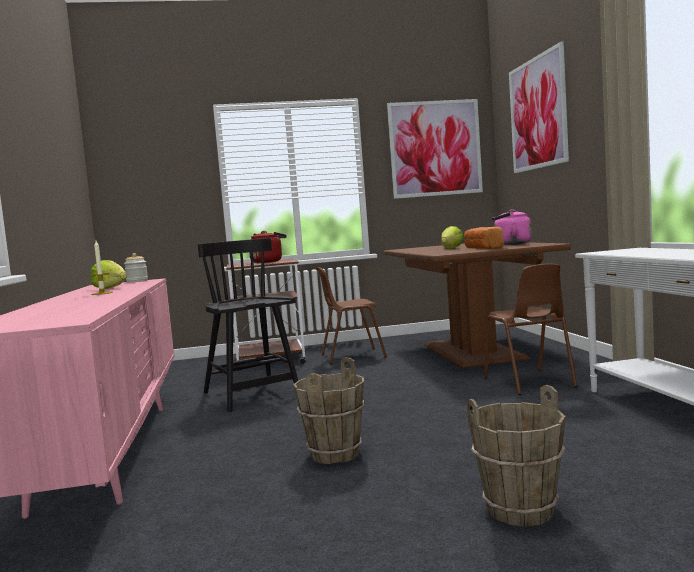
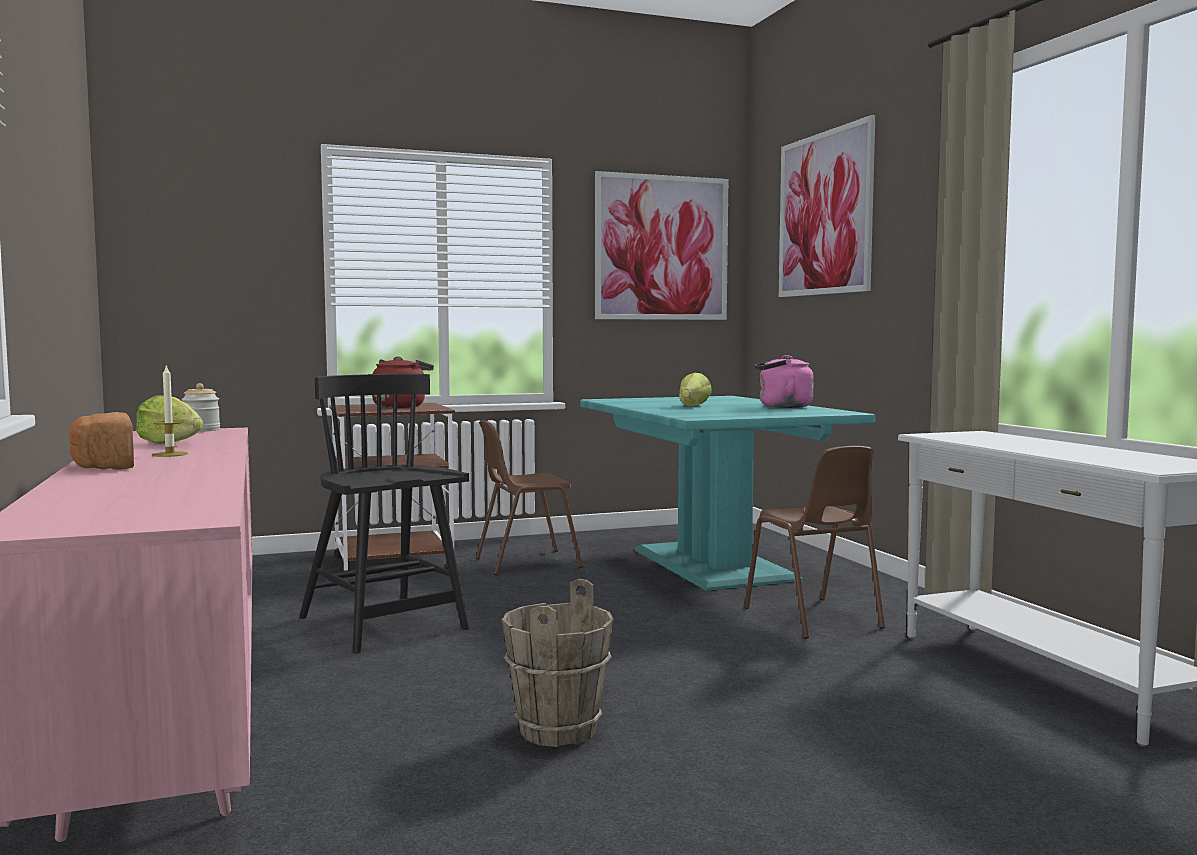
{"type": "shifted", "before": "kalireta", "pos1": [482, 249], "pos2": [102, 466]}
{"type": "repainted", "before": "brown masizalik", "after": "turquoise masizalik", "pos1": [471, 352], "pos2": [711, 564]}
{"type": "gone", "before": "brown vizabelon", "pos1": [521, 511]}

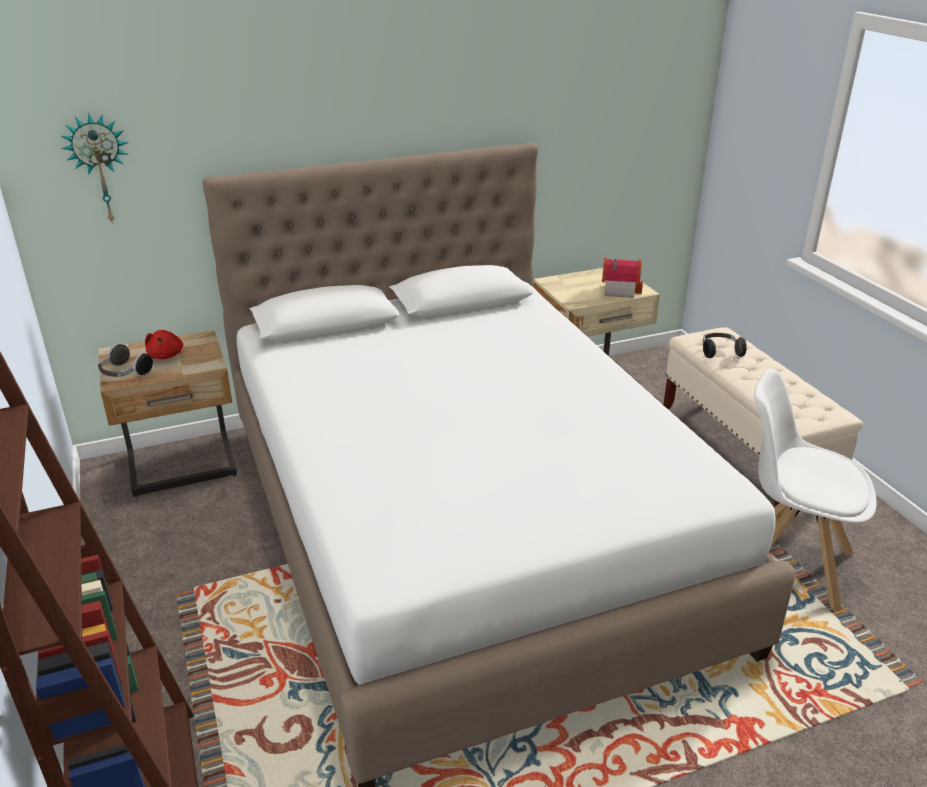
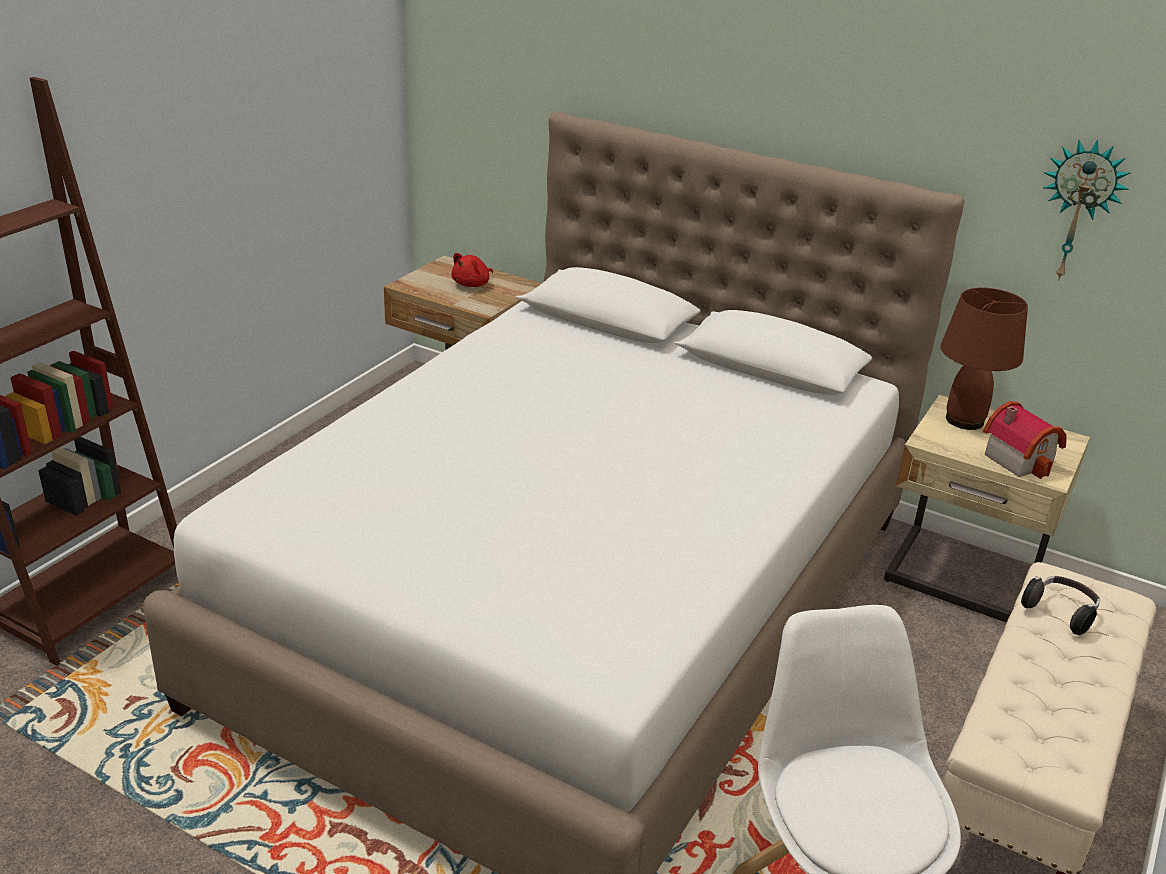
{"type": "new", "after": "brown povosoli", "pos2": [965, 420]}
{"type": "shifted", "before": "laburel", "pos1": [100, 169], "pos2": [1078, 210]}
{"type": "gone", "before": "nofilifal", "pos1": [124, 374]}

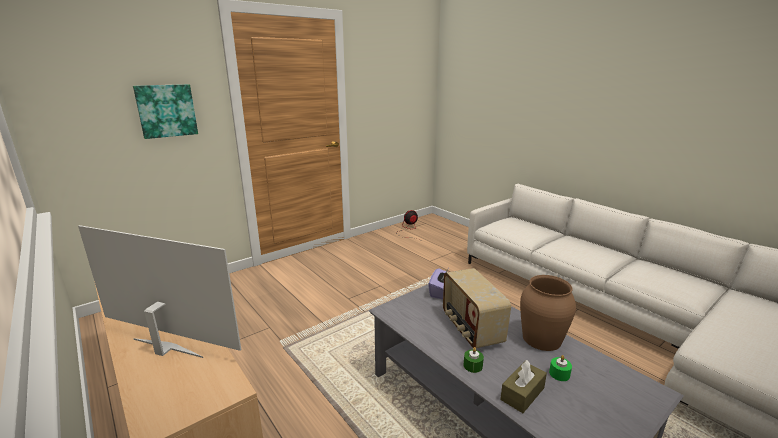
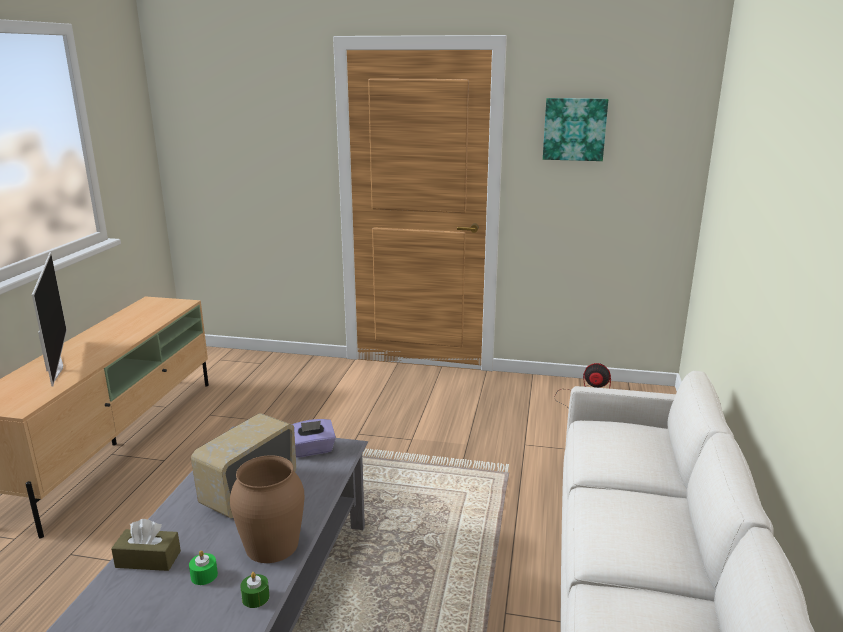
{"type": "shifted", "before": "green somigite", "pos1": [473, 366], "pos2": [255, 597]}
{"type": "shifted", "before": "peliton", "pos1": [166, 110], "pos2": [574, 129]}

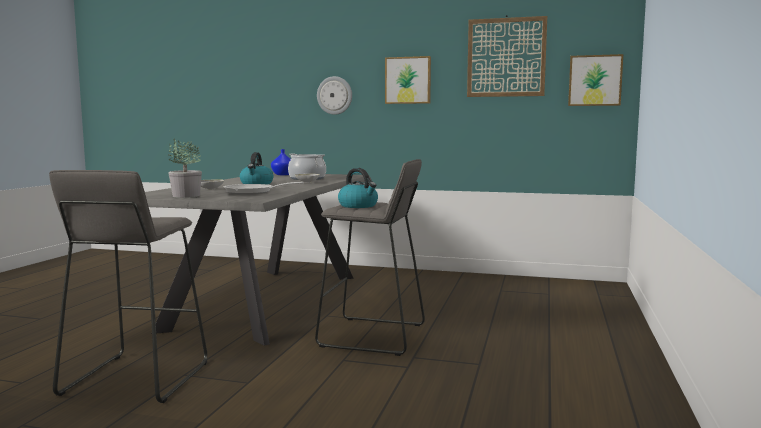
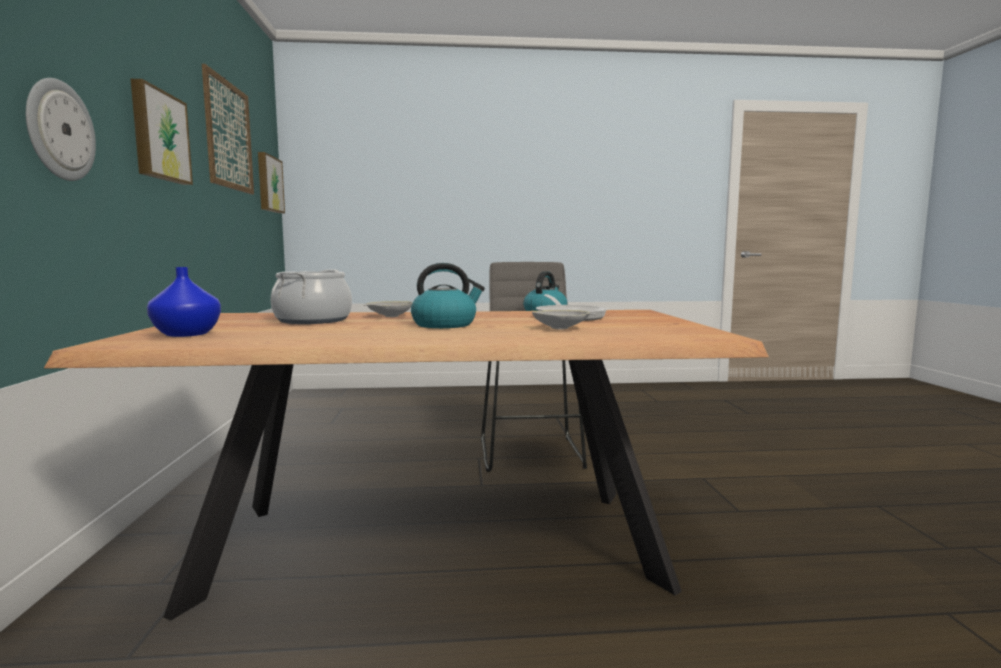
{"type": "repainted", "before": "grey masizalik", "after": "brown masizalik", "pos1": [267, 301], "pos2": [436, 543]}
{"type": "gone", "before": "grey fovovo", "pos1": [135, 378]}
{"type": "gone", "before": "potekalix", "pos1": [185, 196]}

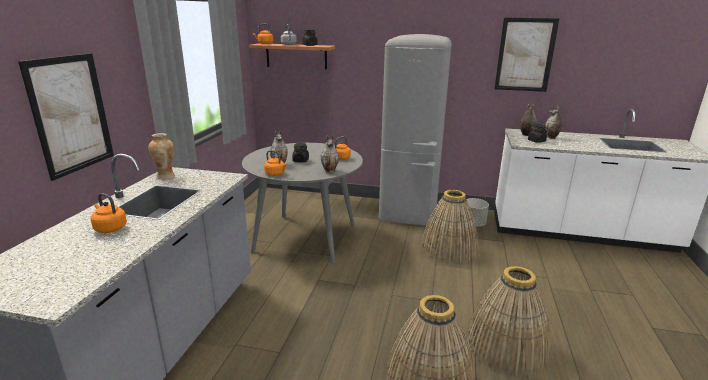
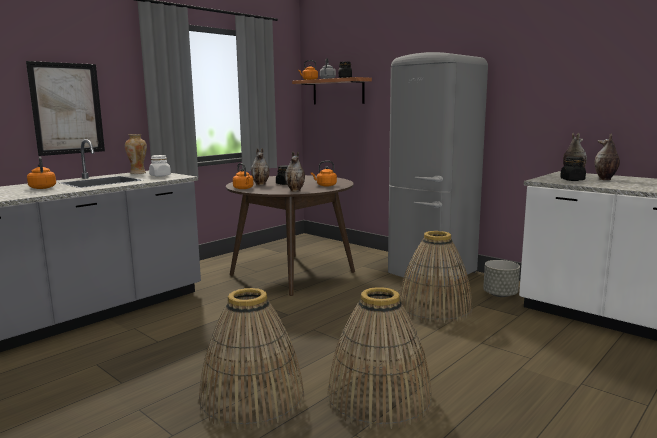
{"type": "new", "after": "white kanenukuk", "pos2": [160, 175]}
{"type": "repainted", "before": "grey masizalik", "after": "brown masizalik", "pos1": [305, 238], "pos2": [292, 274]}
{"type": "gone", "before": "peliton", "pos1": [525, 55]}

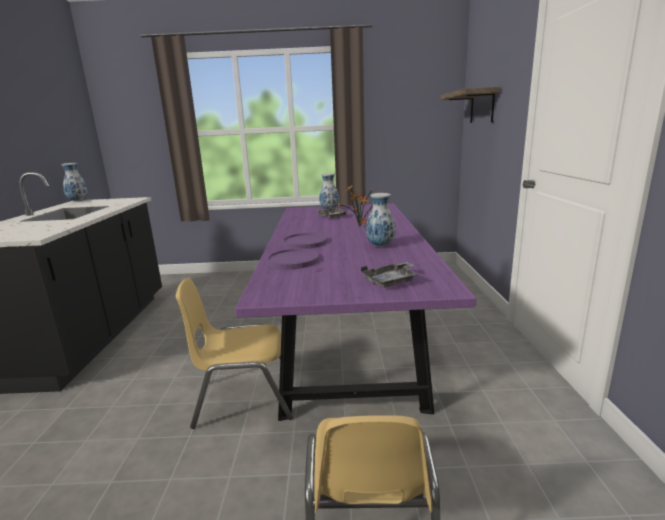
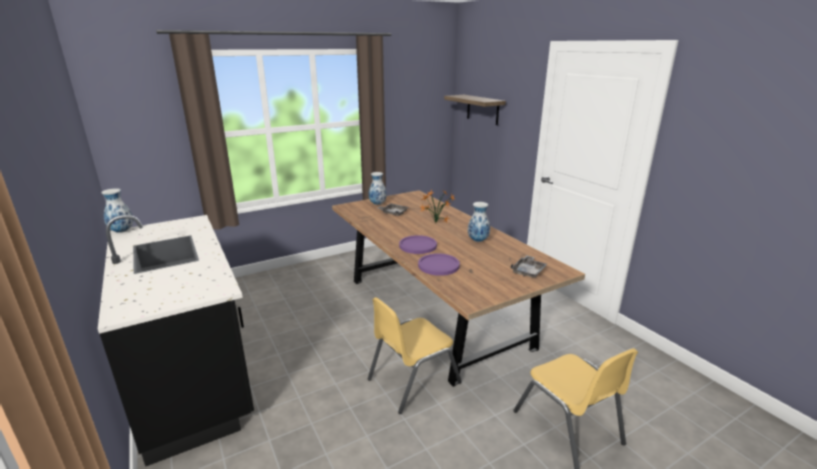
{"type": "repainted", "before": "purple masizalik", "after": "brown masizalik", "pos1": [348, 336], "pos2": [434, 311]}

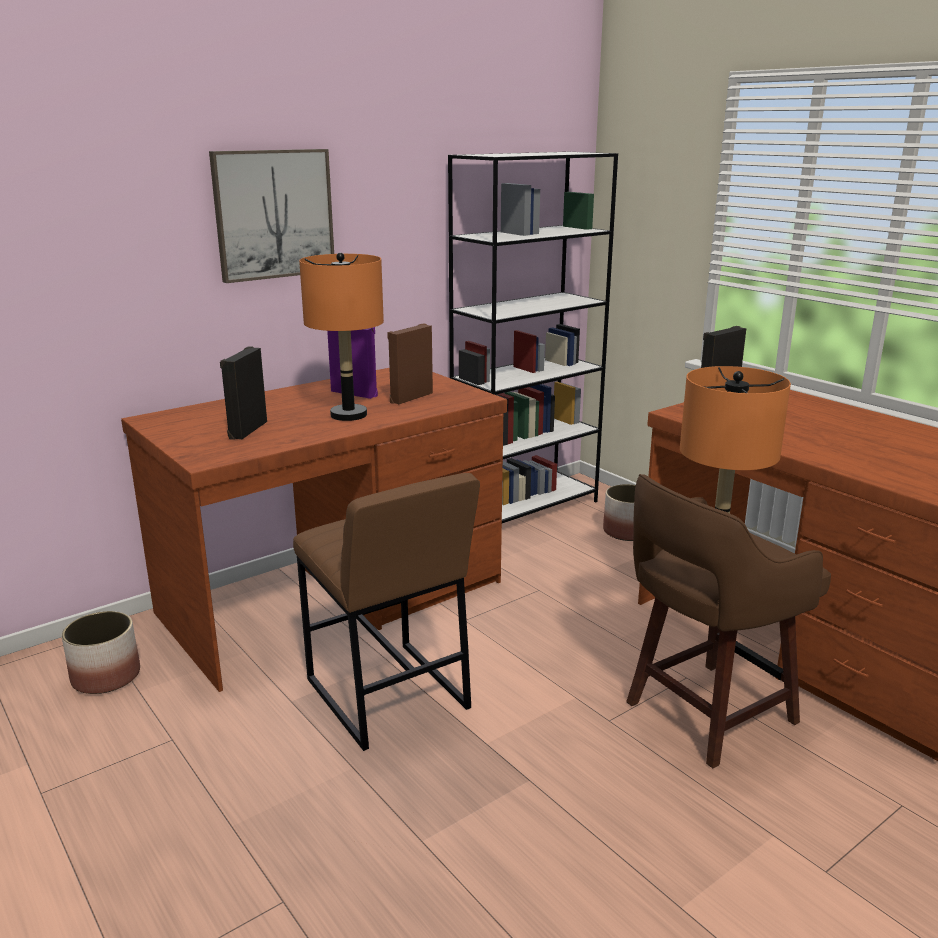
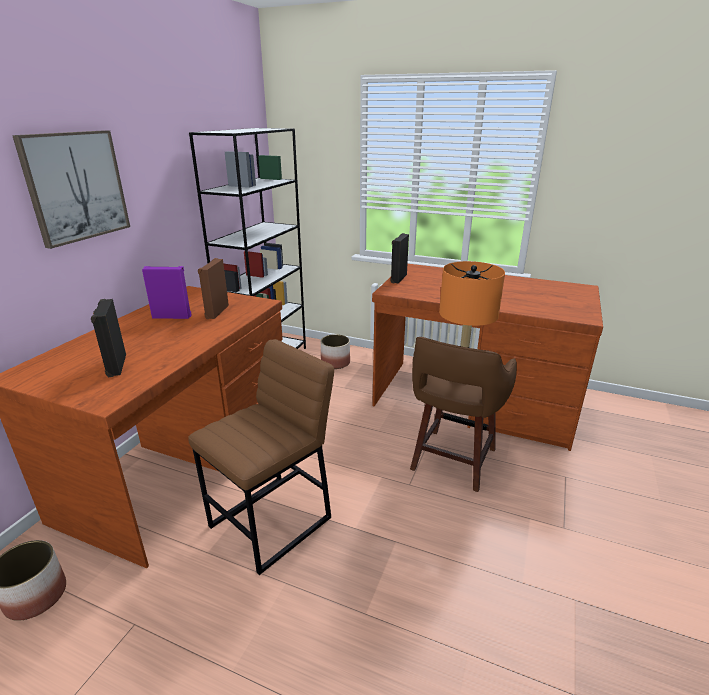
{"type": "rotated", "before": "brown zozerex", "pos1": [389, 696], "pos2": [273, 520], "turn": -75}
{"type": "gone", "before": "orange povosoli", "pos1": [348, 415]}

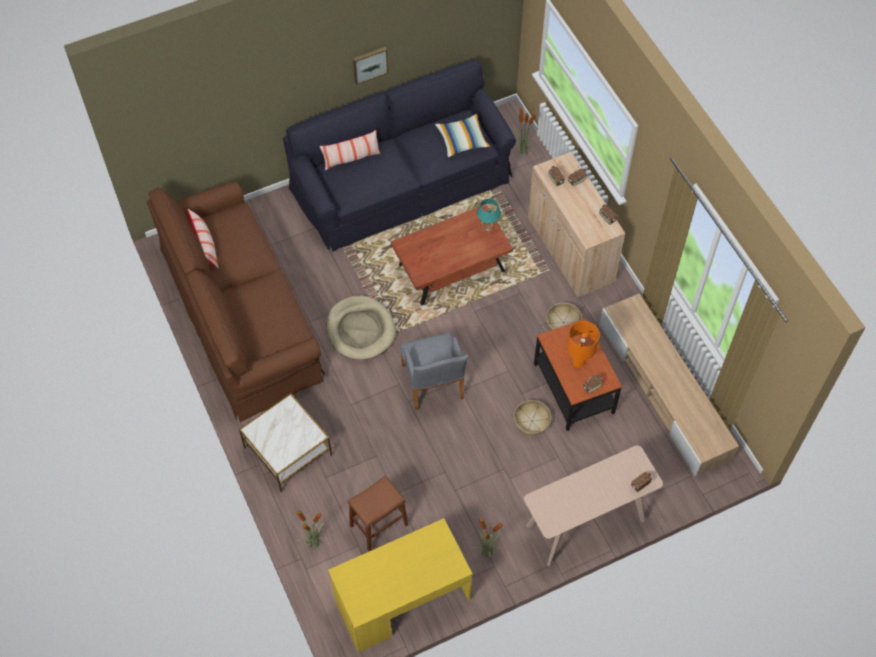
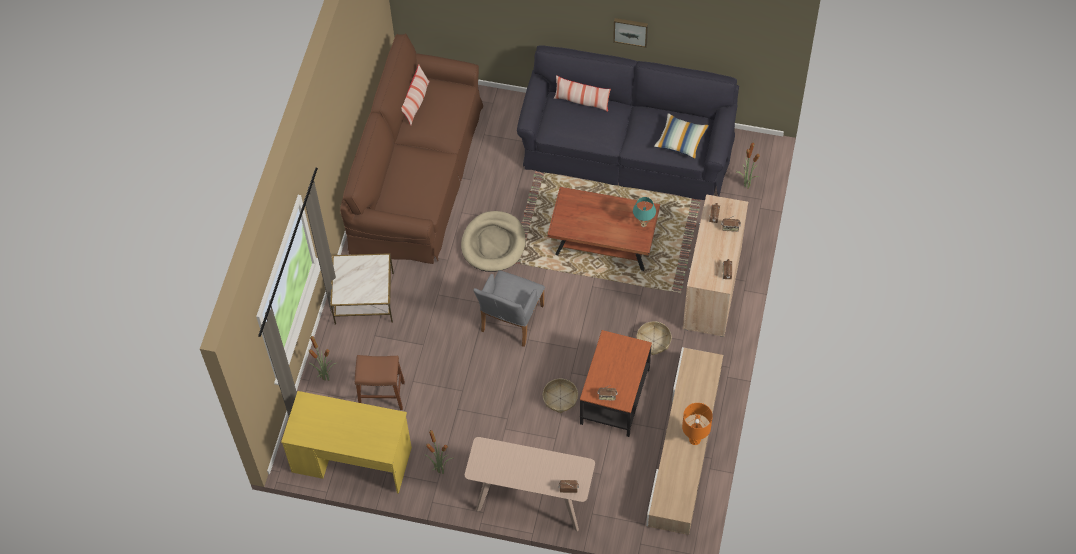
{"type": "shifted", "before": "orange povosoli", "pos1": [578, 362], "pos2": [694, 439]}

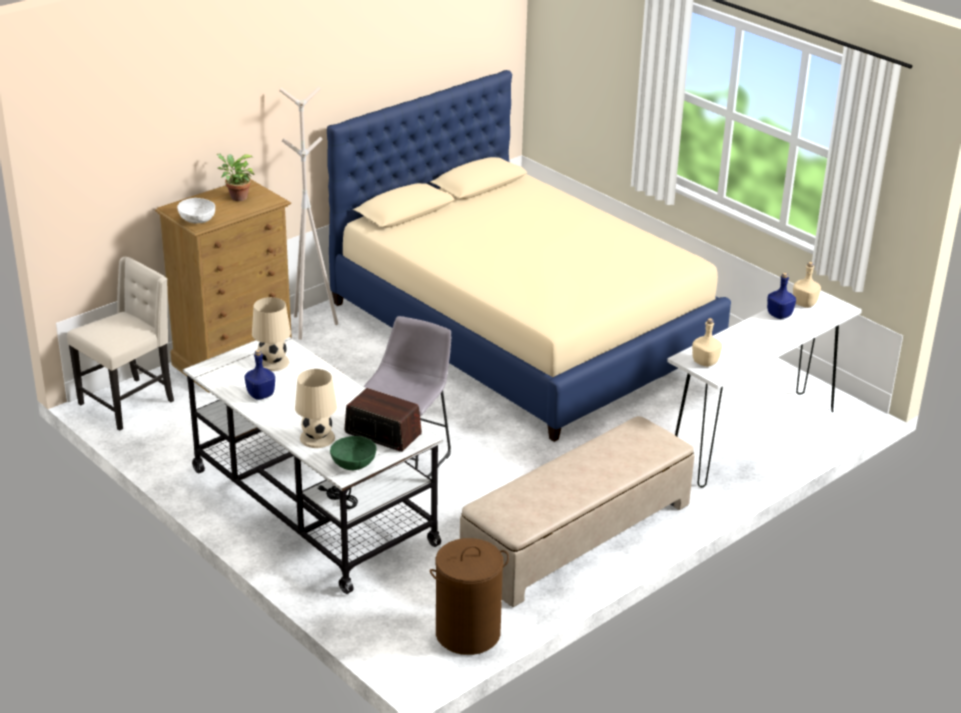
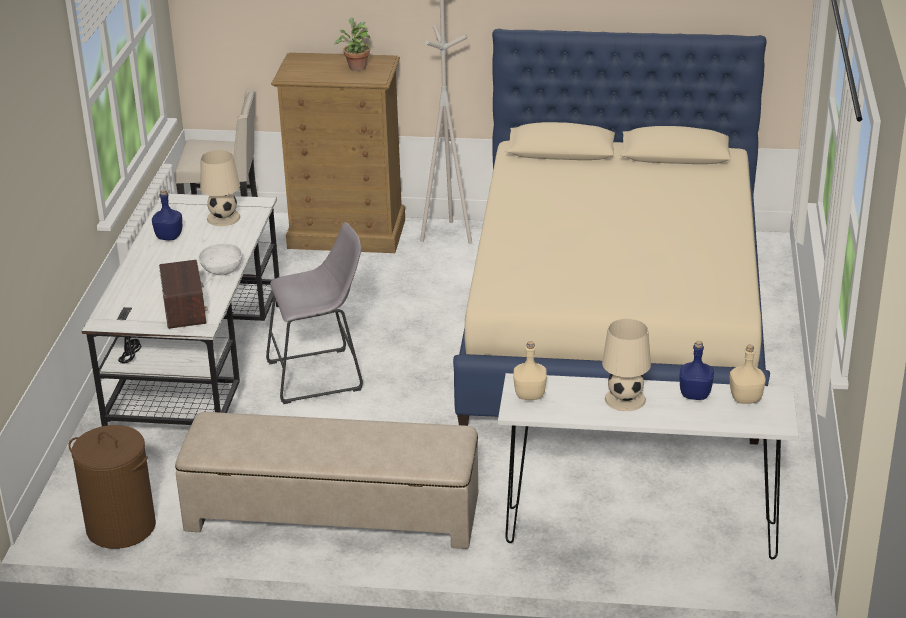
{"type": "shifted", "before": "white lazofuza", "pos1": [197, 219], "pos2": [222, 269]}
{"type": "shifted", "before": "beige povosoli", "pos1": [317, 438], "pos2": [624, 399]}
{"type": "gone", "before": "green lazofuza", "pos1": [353, 463]}

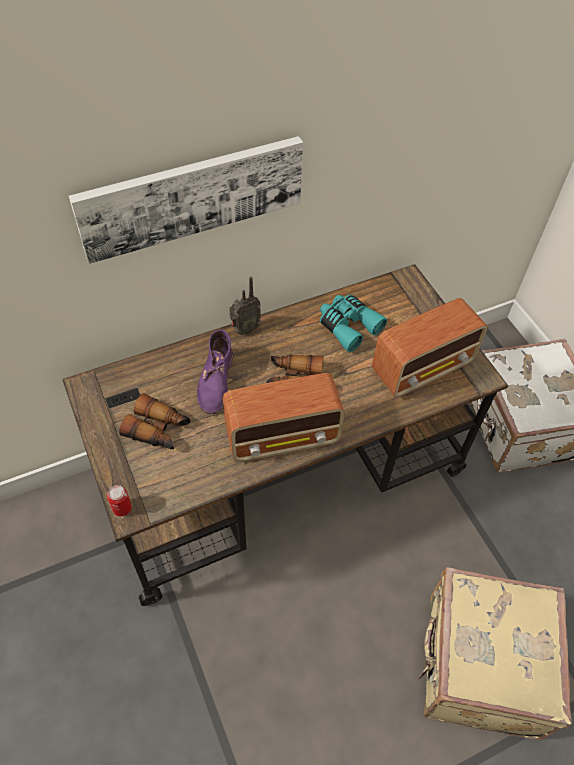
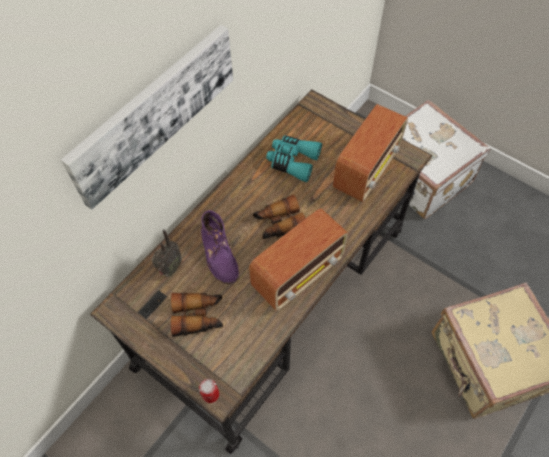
{"type": "shifted", "before": "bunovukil", "pos1": [244, 329], "pos2": [169, 269]}

